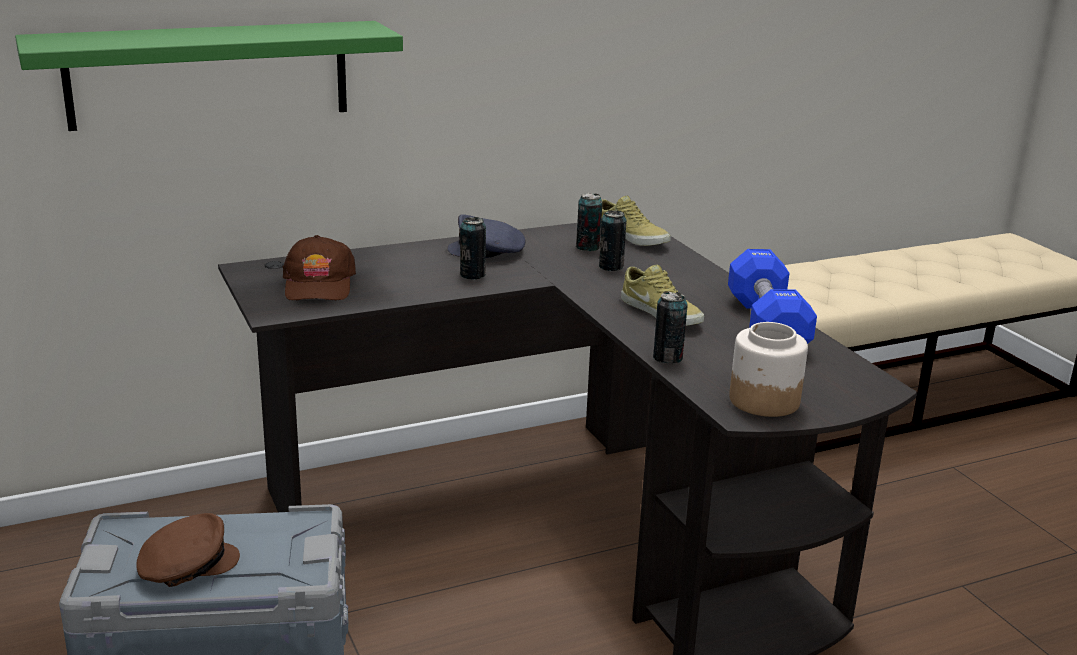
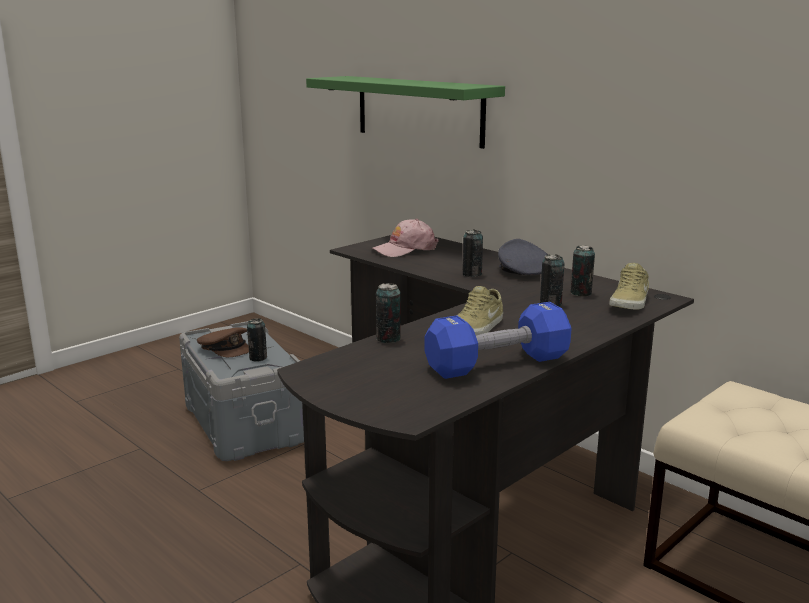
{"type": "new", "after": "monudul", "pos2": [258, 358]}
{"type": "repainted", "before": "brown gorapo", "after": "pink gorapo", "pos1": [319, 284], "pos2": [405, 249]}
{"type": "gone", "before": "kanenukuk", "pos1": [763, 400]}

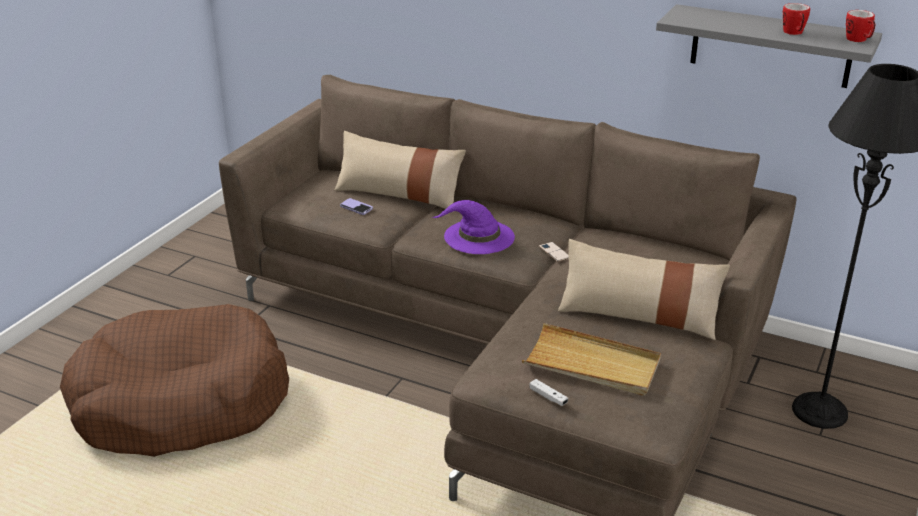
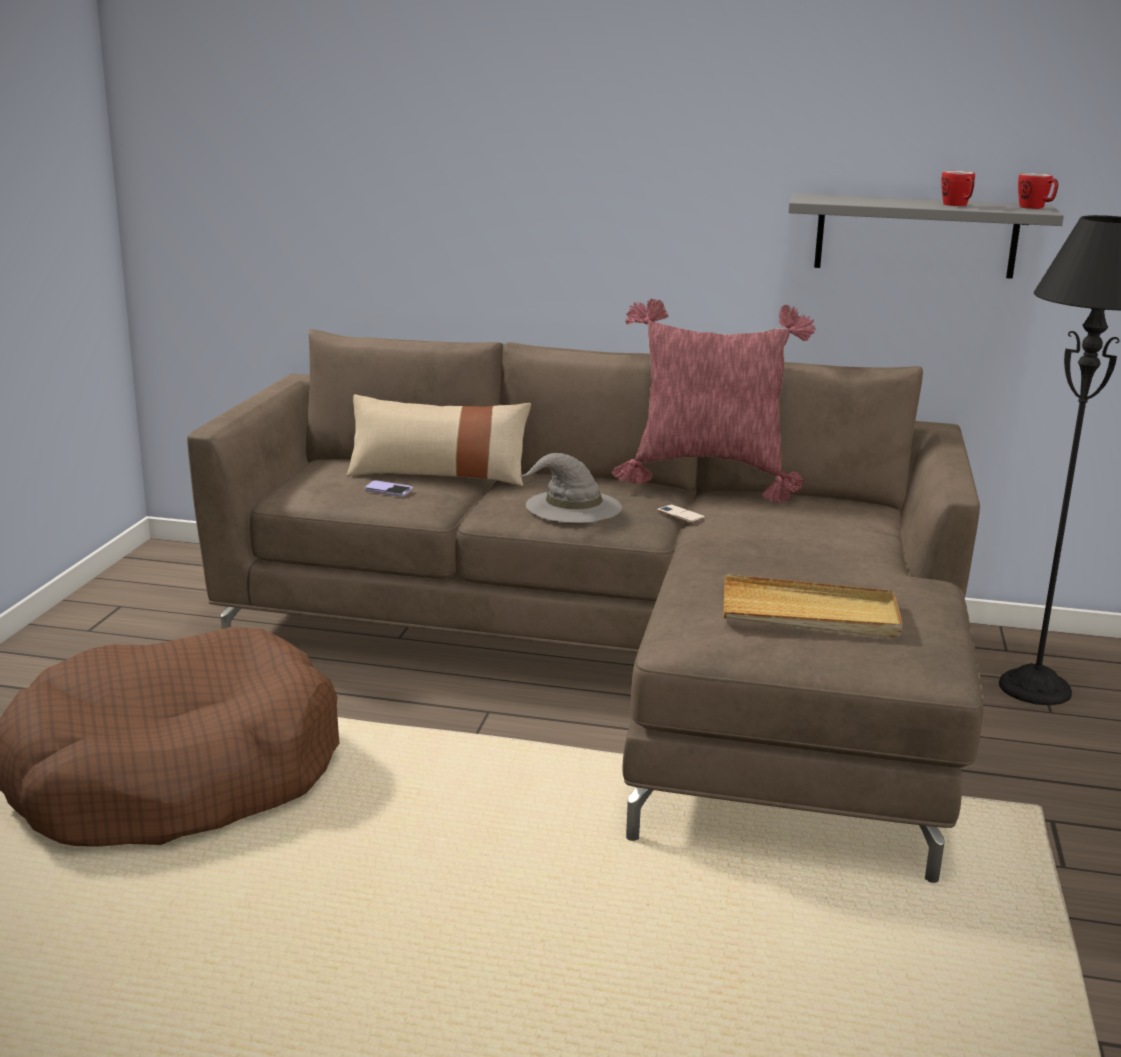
{"type": "repainted", "before": "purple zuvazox", "after": "grey zuvazox", "pos1": [478, 237], "pos2": [572, 506]}
{"type": "new", "after": "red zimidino", "pos2": [707, 486]}
{"type": "gone", "before": "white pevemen", "pos1": [548, 397]}
{"type": "gone", "before": "beige zimidino", "pos1": [638, 316]}

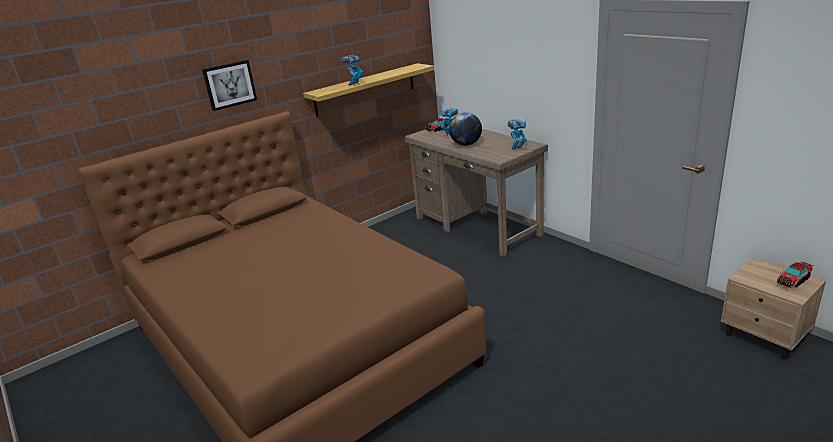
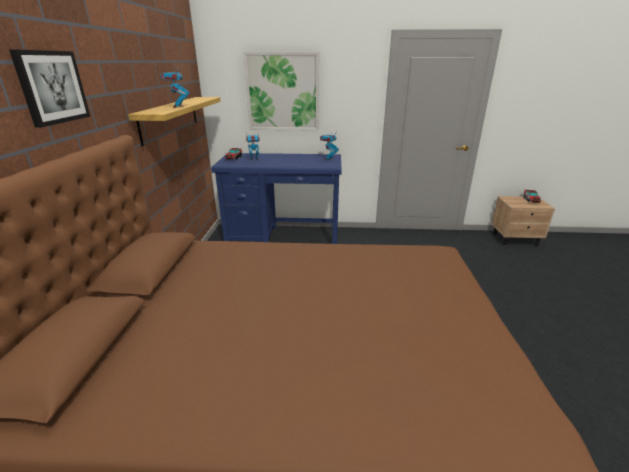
{"type": "repainted", "before": "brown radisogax", "after": "blue radisogax", "pos1": [477, 226], "pos2": [283, 237]}
{"type": "new", "after": "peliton", "pos2": [283, 92]}
{"type": "gone", "before": "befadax", "pos1": [466, 144]}

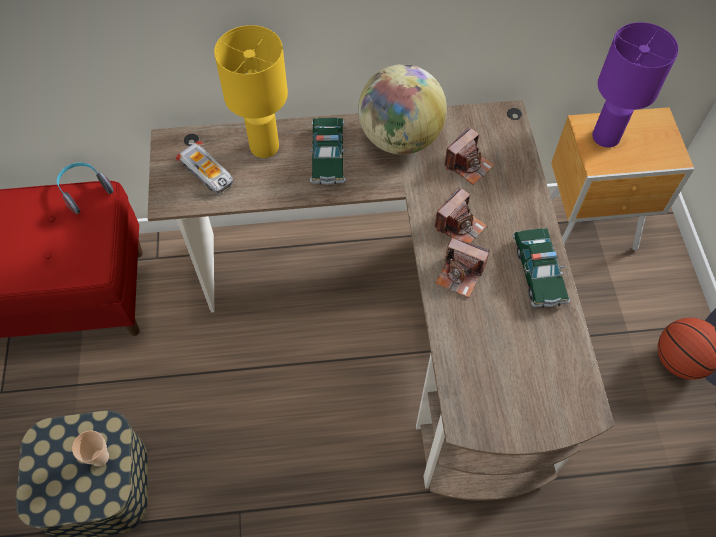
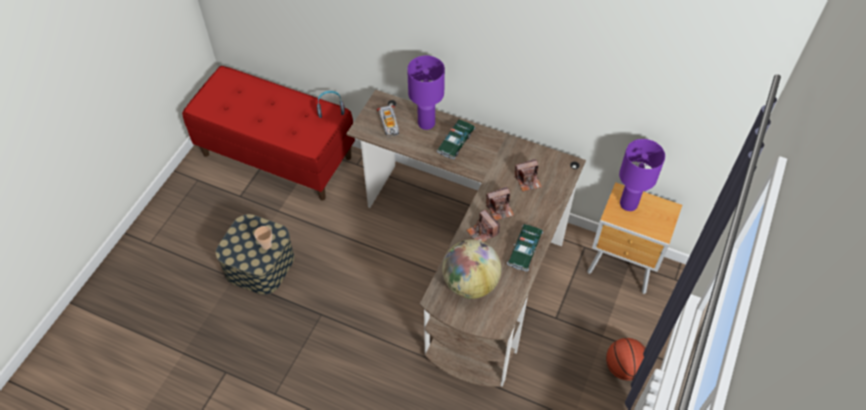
{"type": "repainted", "before": "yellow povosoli", "after": "purple povosoli", "pos1": [264, 147], "pos2": [426, 123]}
{"type": "shifted", "before": "befadax", "pos1": [399, 138], "pos2": [470, 283]}

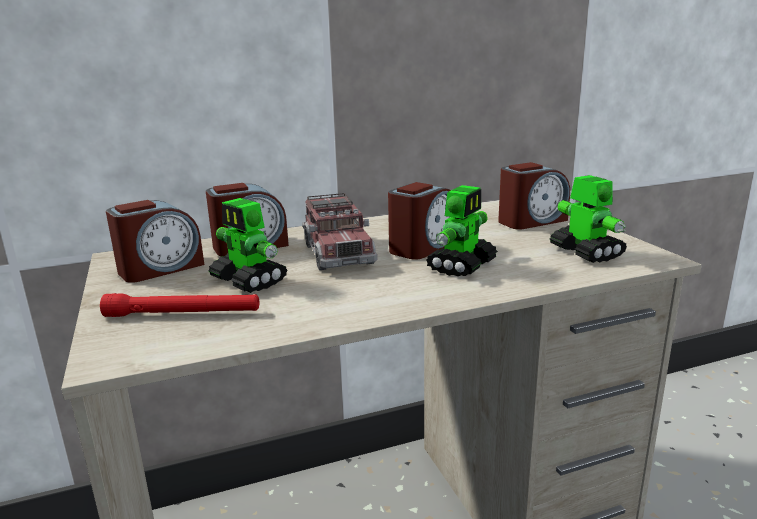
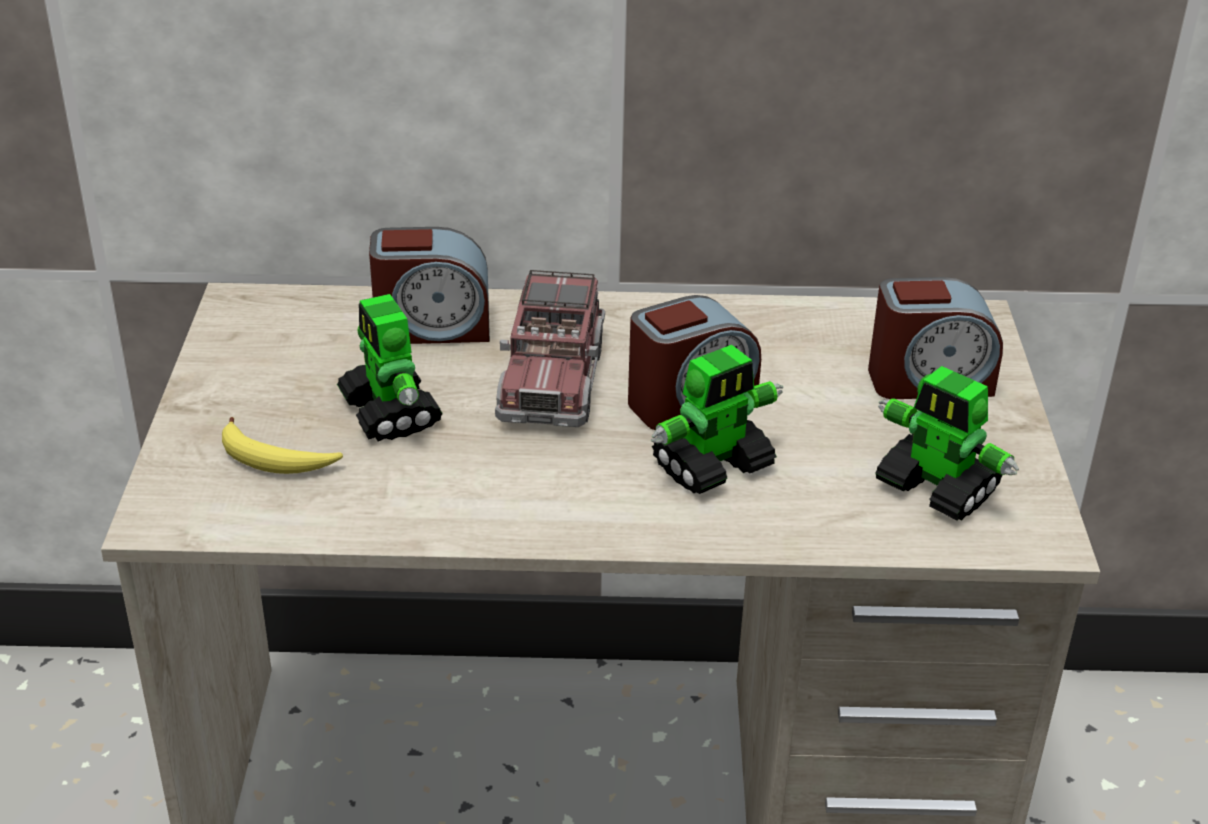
{"type": "swapped", "before": "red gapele", "after": "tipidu", "pos1": [183, 314], "pos2": [275, 459]}
{"type": "rotated", "before": "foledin", "pos1": [585, 252], "pos2": [937, 489], "turn": 135}
{"type": "gone", "before": "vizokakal", "pos1": [160, 269]}

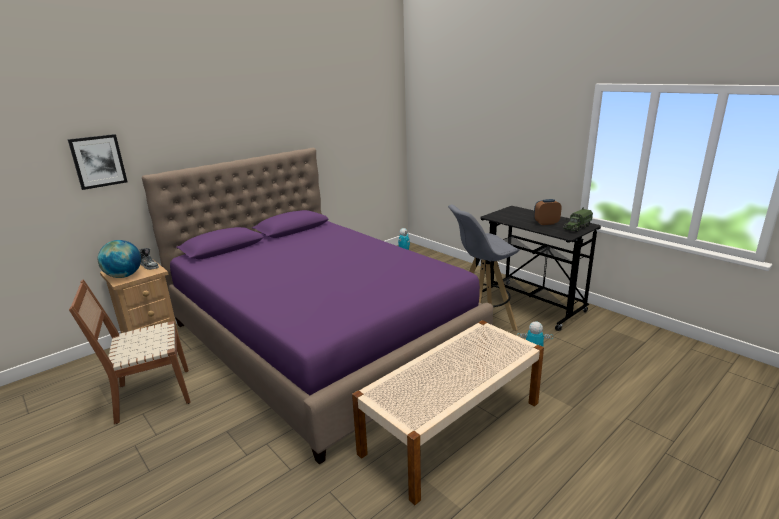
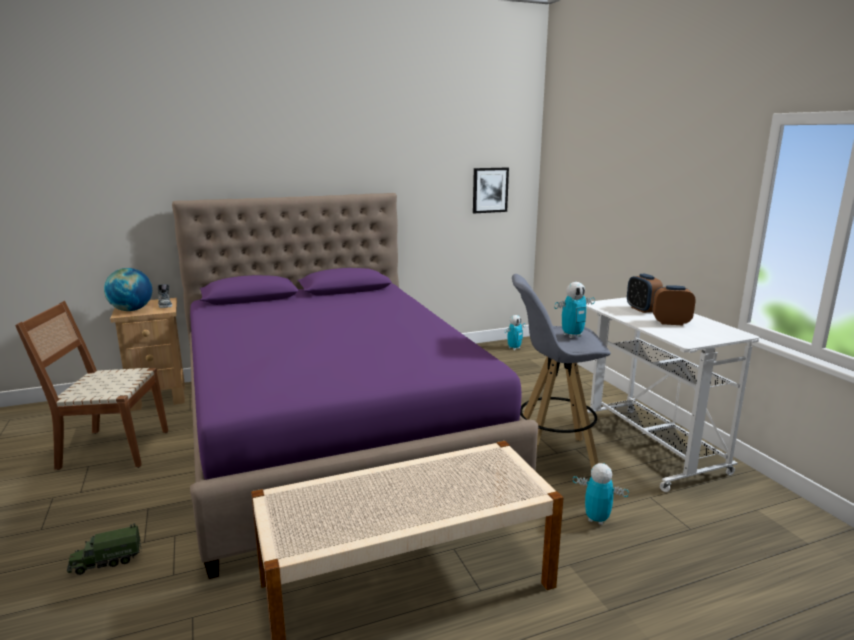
{"type": "shifted", "before": "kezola", "pos1": [576, 227], "pos2": [106, 561]}
{"type": "shifted", "before": "peliton", "pos1": [98, 161], "pos2": [490, 190]}
{"type": "new", "after": "foledin", "pos2": [572, 335]}
{"type": "repainted", "before": "black radisogax", "after": "white radisogax", "pos1": [531, 305], "pos2": [646, 447]}
{"type": "new", "after": "vizokakal", "pos2": [642, 309]}

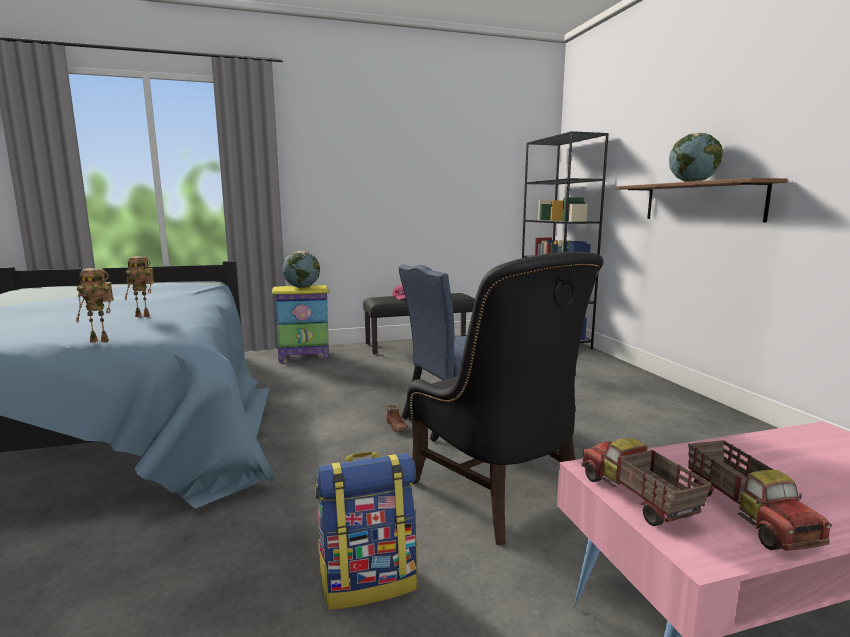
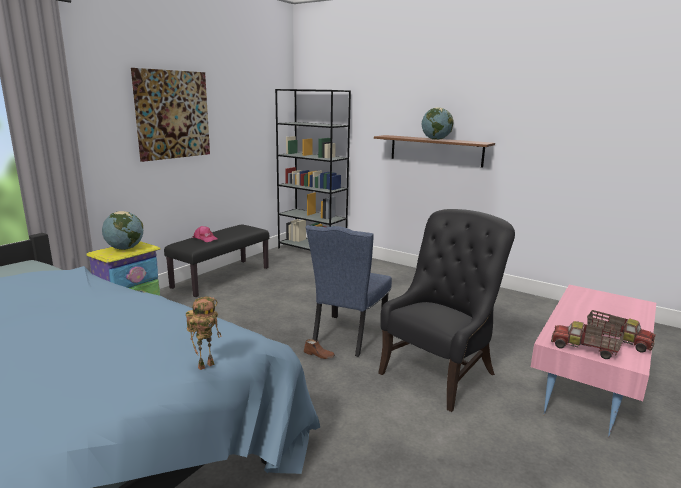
{"type": "new", "after": "peliton", "pos2": [172, 115]}
{"type": "rotated", "before": "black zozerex", "pos1": [500, 491], "pos2": [439, 373], "turn": -60}
{"type": "gone", "before": "foledin", "pos1": [144, 316]}
{"type": "gone", "before": "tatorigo", "pos1": [369, 581]}

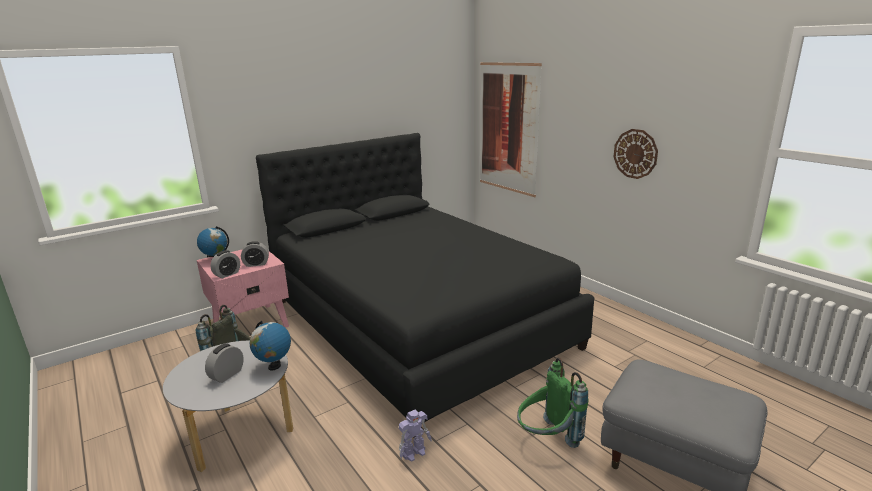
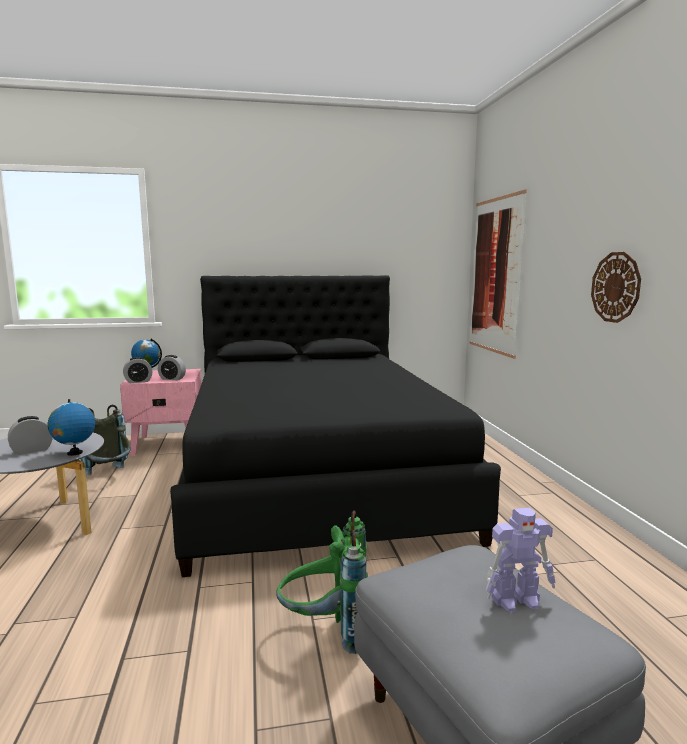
{"type": "shifted", "before": "foledin", "pos1": [414, 453], "pos2": [517, 600]}

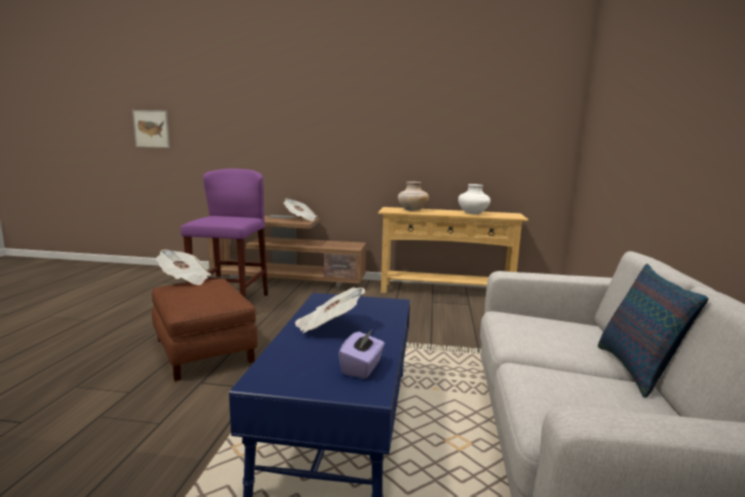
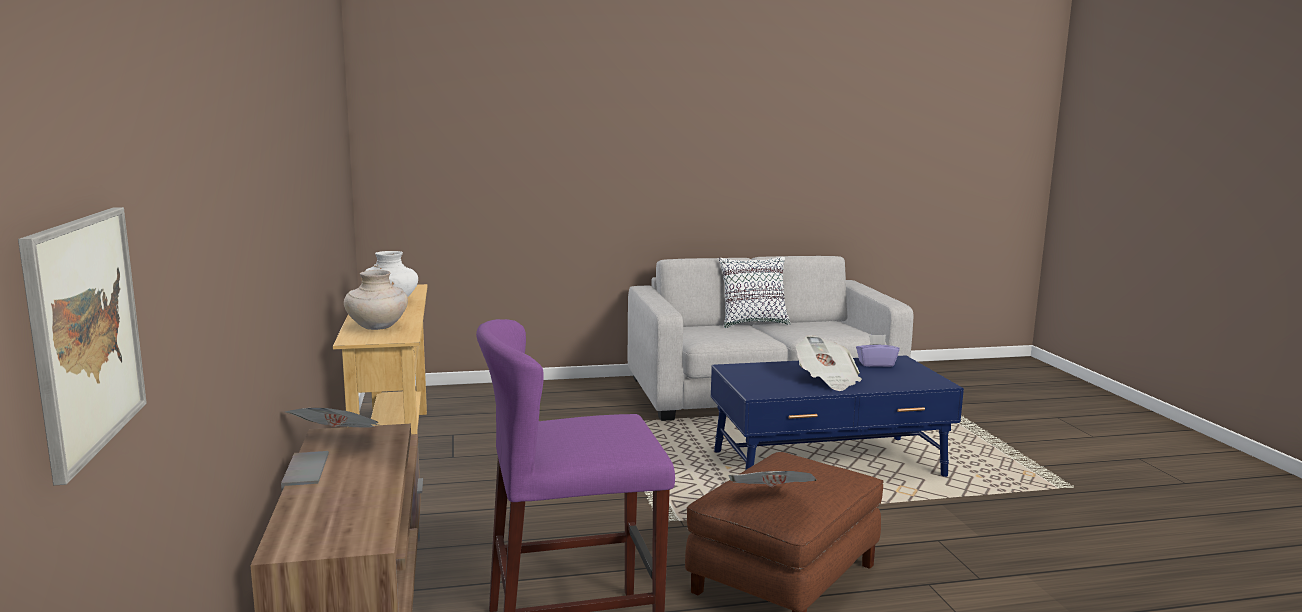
{"type": "repainted", "before": "blue zimidino", "after": "white zimidino", "pos1": [635, 371], "pos2": [753, 324]}

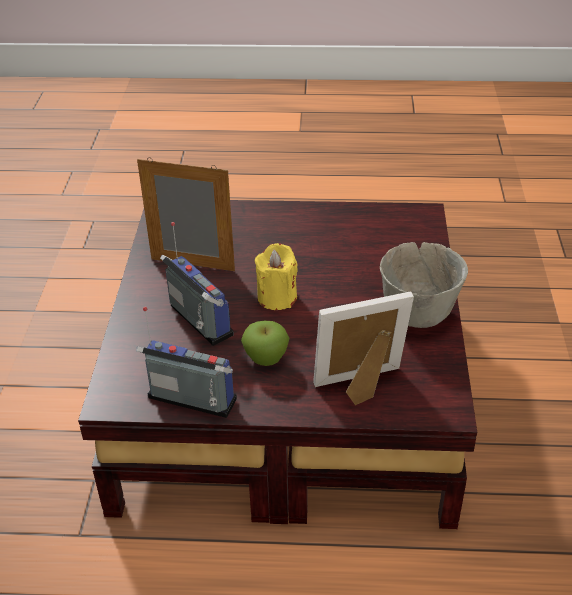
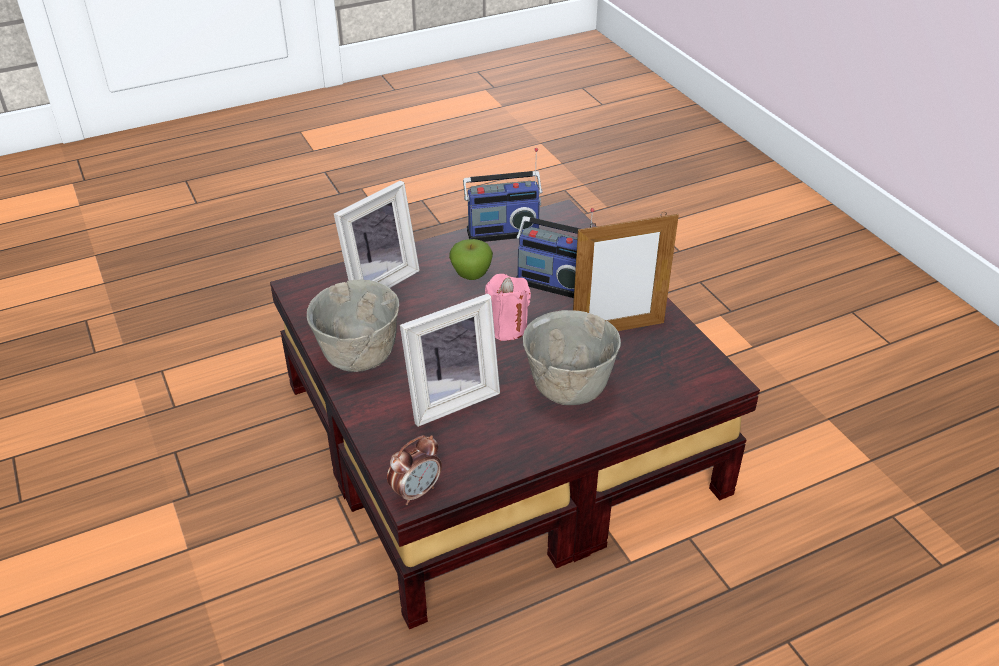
{"type": "new", "after": "vizokakal", "pos2": [416, 492]}
{"type": "new", "after": "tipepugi", "pos2": [449, 398]}
{"type": "repainted", "before": "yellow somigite", "after": "pink somigite", "pos1": [277, 297], "pos2": [506, 327]}
{"type": "new", "after": "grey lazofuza", "pos2": [567, 390]}

